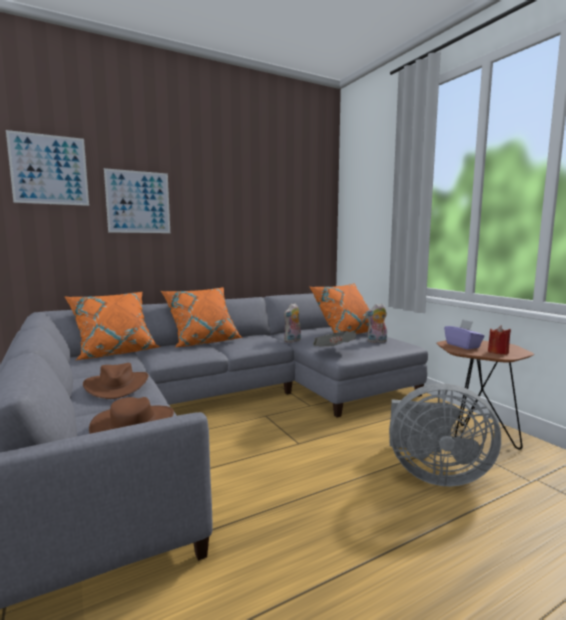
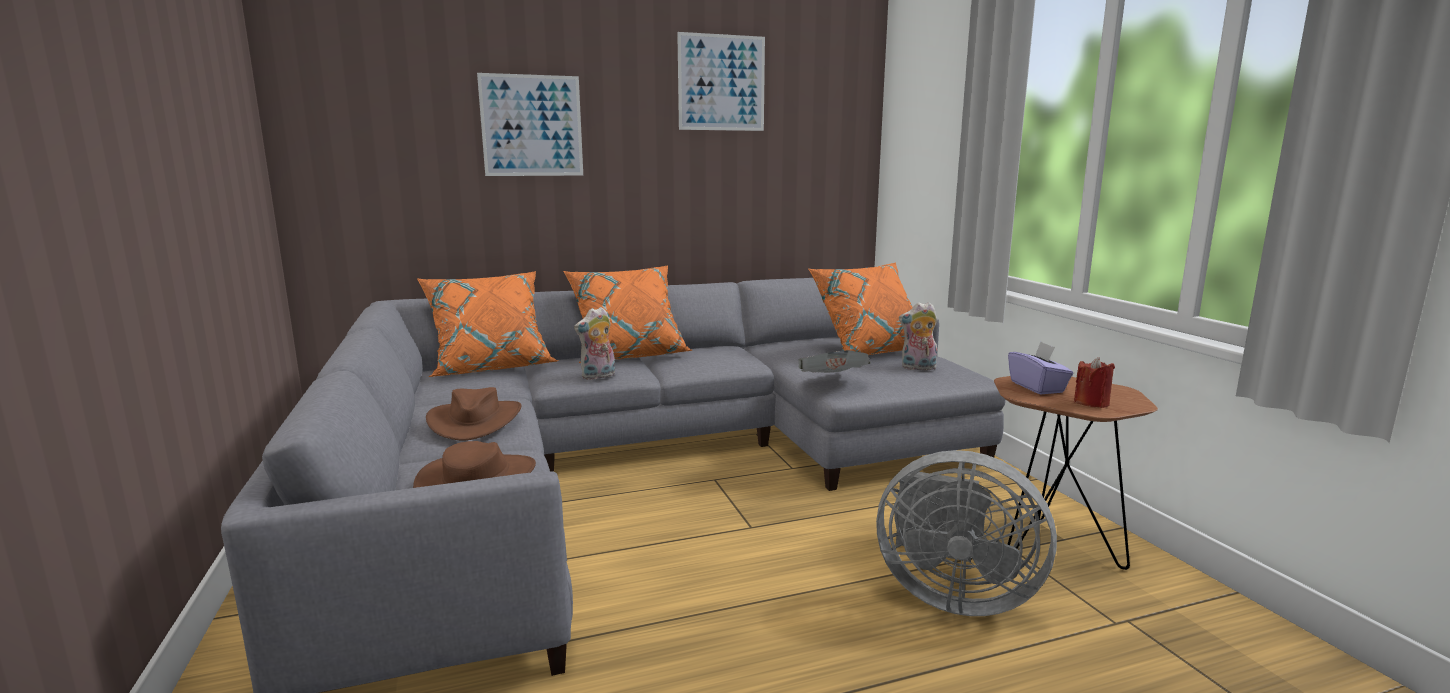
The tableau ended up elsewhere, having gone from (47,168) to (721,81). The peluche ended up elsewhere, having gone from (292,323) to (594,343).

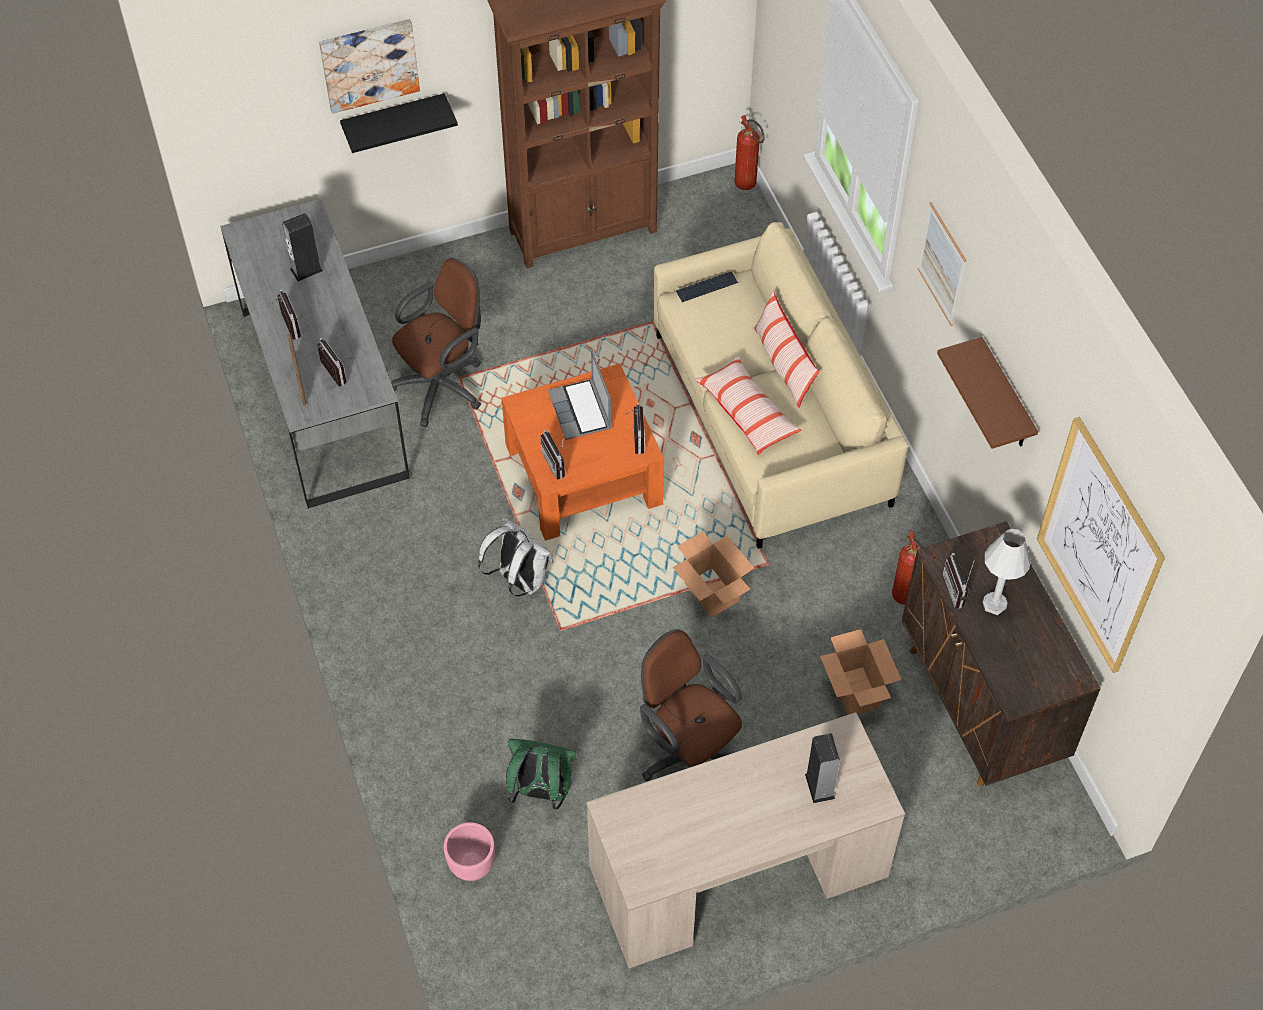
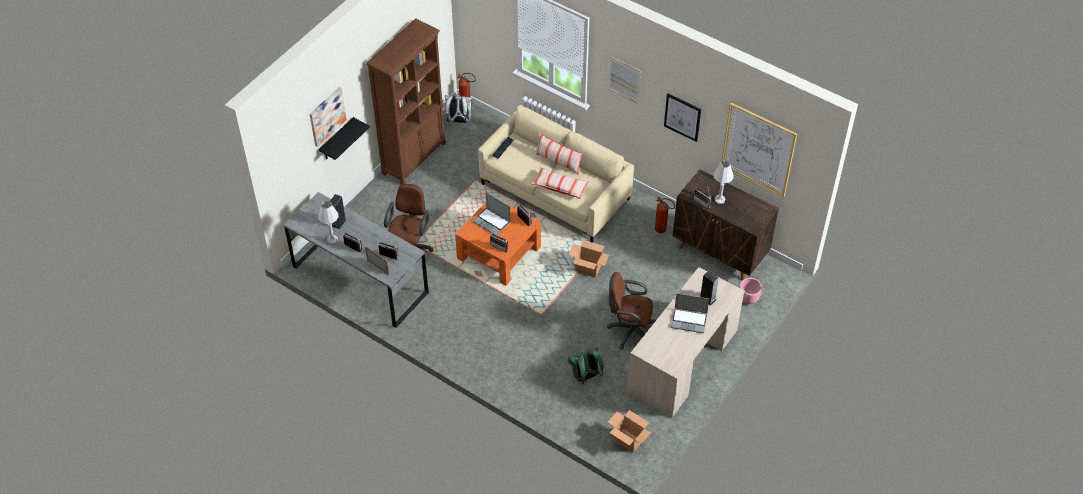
The cache-pot/rose ended up elsewhere, having gone from (469,851) to (750,291). The sac à dos/blanc ended up elsewhere, having gone from (516,556) to (459,108). The carton ended up elsewhere, having gone from (860,672) to (629,431). Where the étagère/marron hung at (987,393), the tableau came to hang at (682,117). The second view gained the lampe de table/blanc at (328,222). The second view gained the ordinateur portable at (690,313).

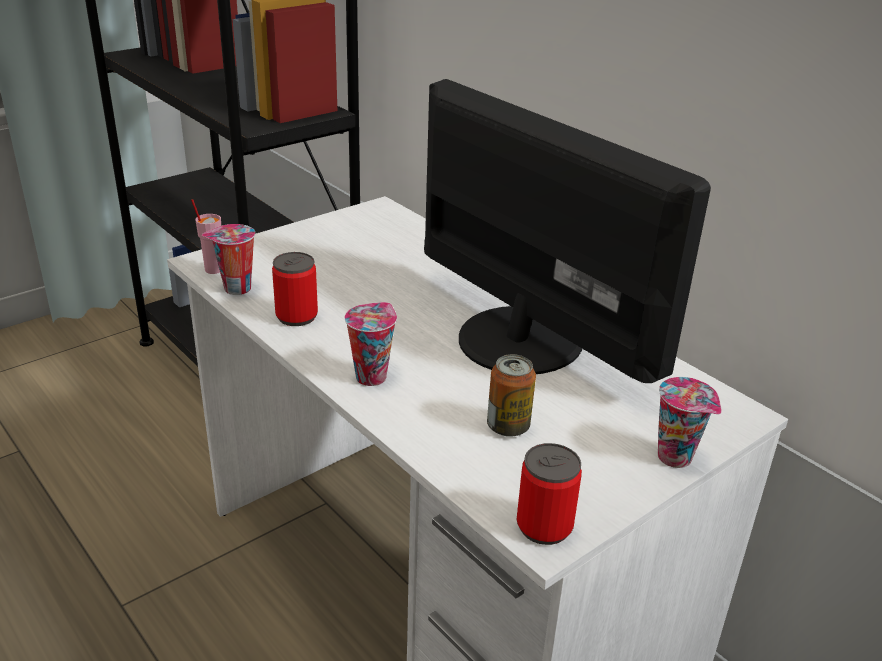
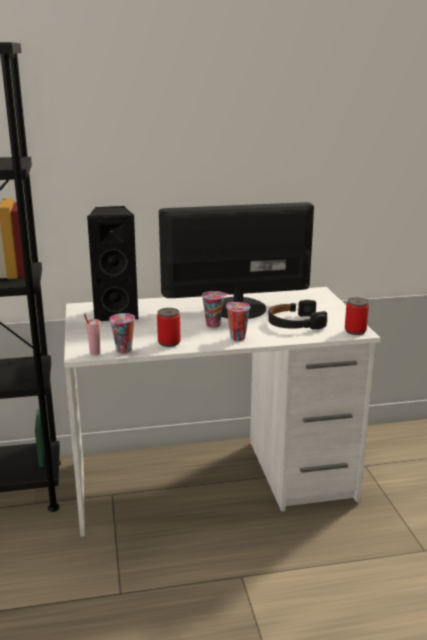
Where the boîte métallique stood at (511,395), the casque audio/noir came to stand at (297,314). The tasse ended up elsewhere, having gone from (689,422) to (215,309). The second view gained the enceinte/noir at (113,263).

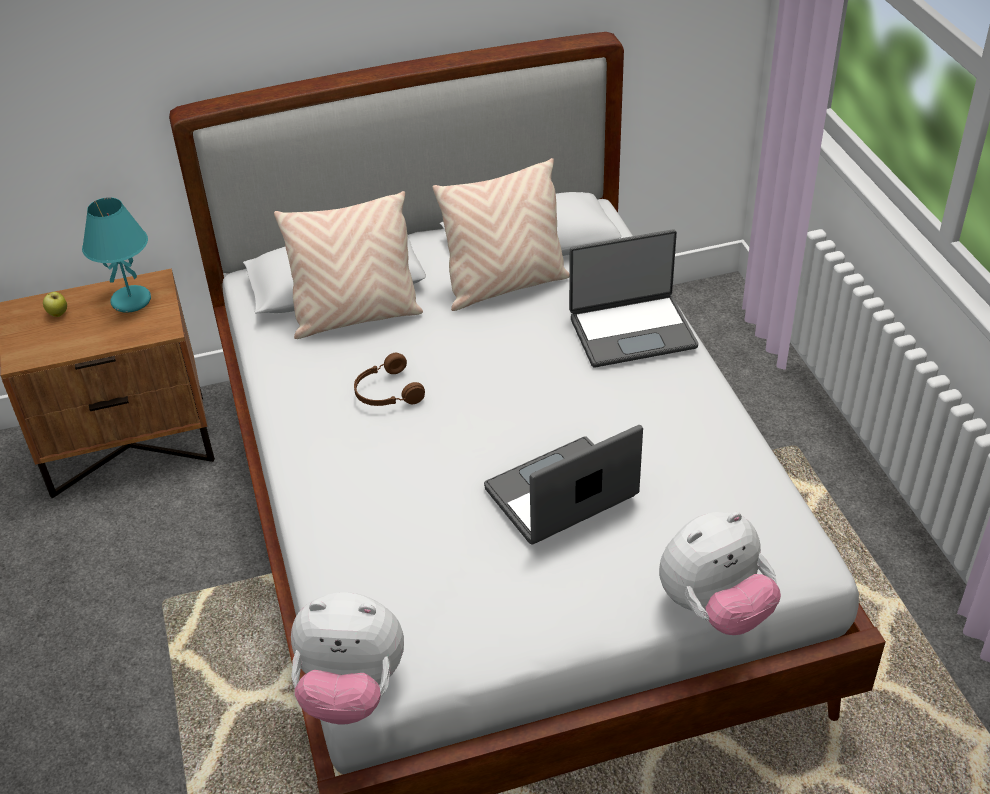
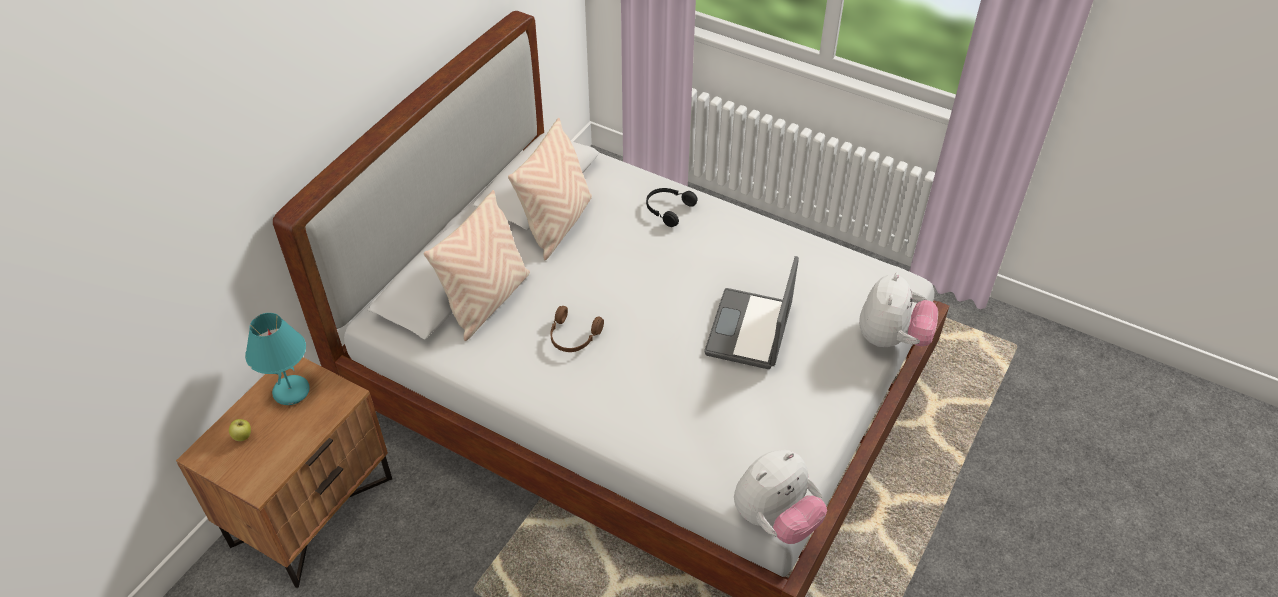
Where the ordinateur portable stood at (633,298), the casque audio/noir came to stand at (671,207).

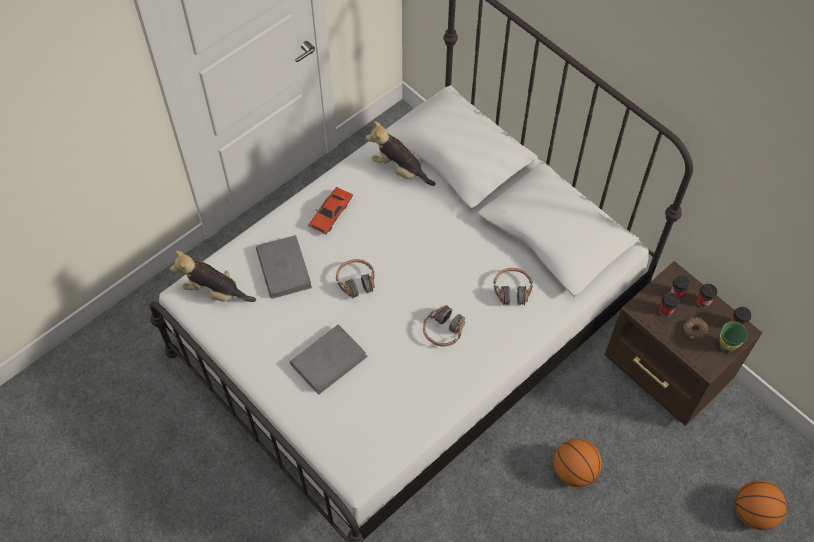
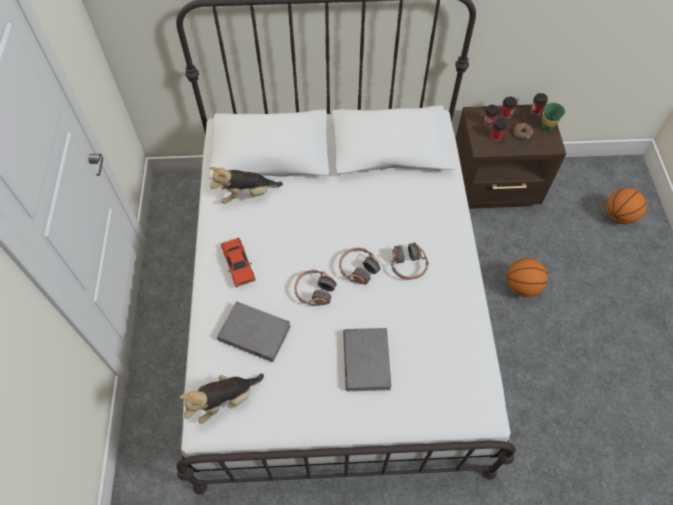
The casque audio ended up elsewhere, having gone from (513,286) to (359,265).

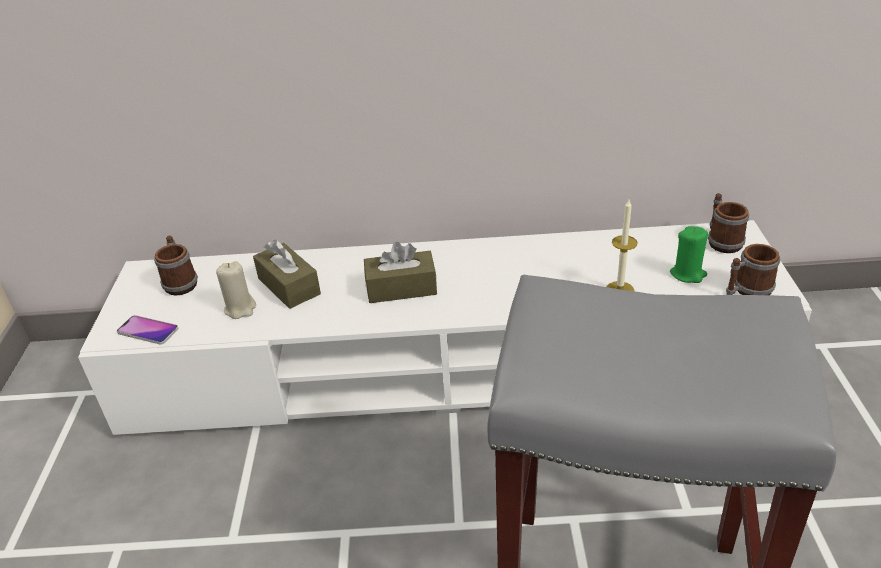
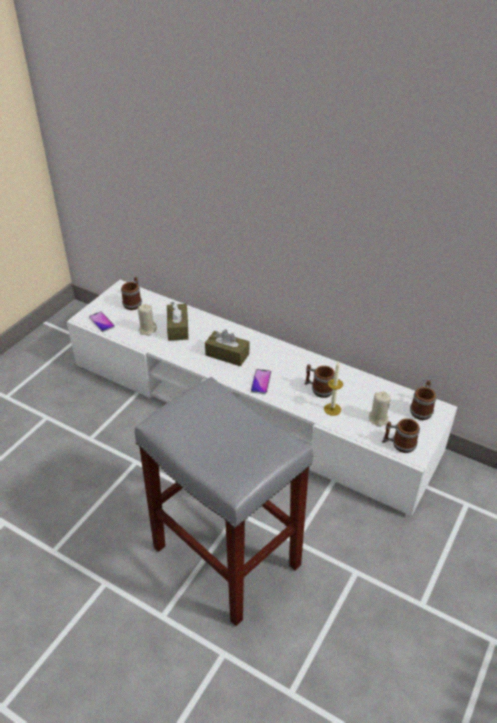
What was the bougie/vert at (689,254) turned into the bougie/beige at (380,409). The second view gained the téléphone at (261,381). The second view gained the mug at (320,381).

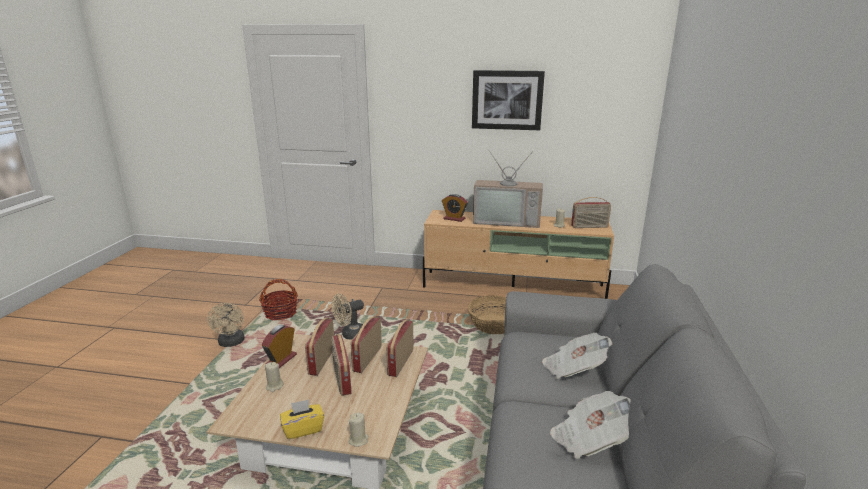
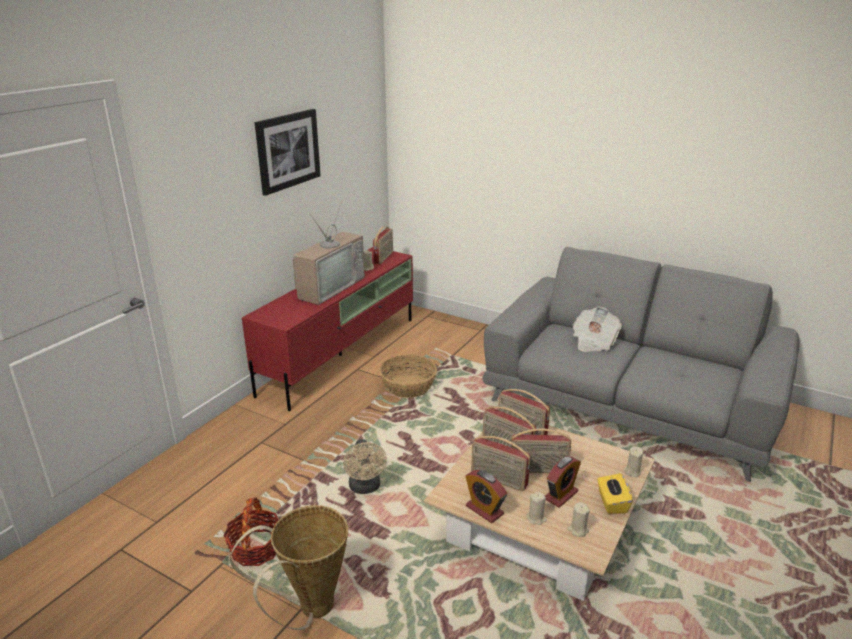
Where the ventilateur/beige stood at (226,325), the panier came to stand at (289,567). What was the meuble télé/beige at (518,254) turned into the meuble télé/rouge at (327,329). The réveil ended up elsewhere, having gone from (455,208) to (563,482). The second view lost the journal at (590,425). The second view gained the bougie/beige at (578,519).

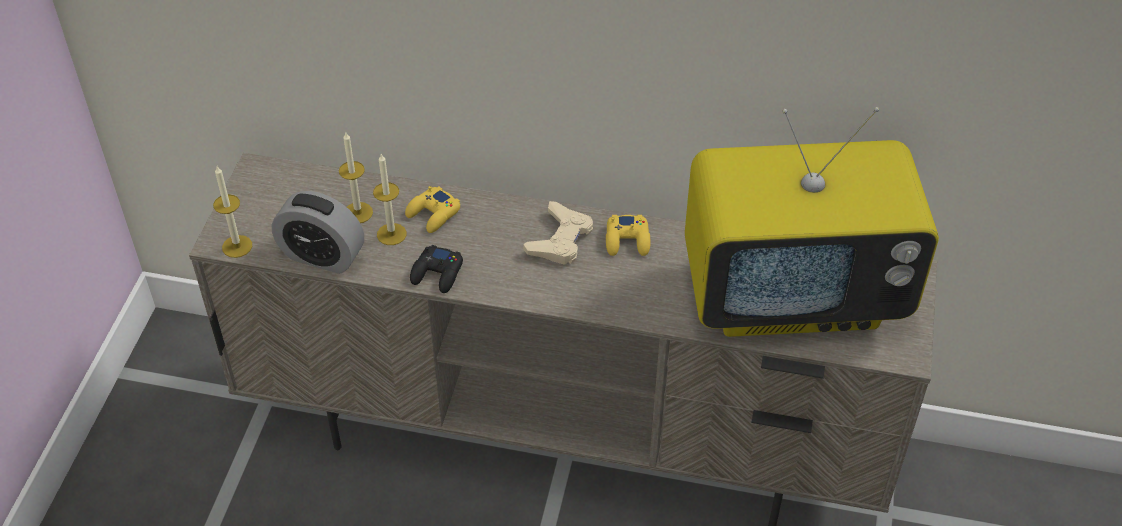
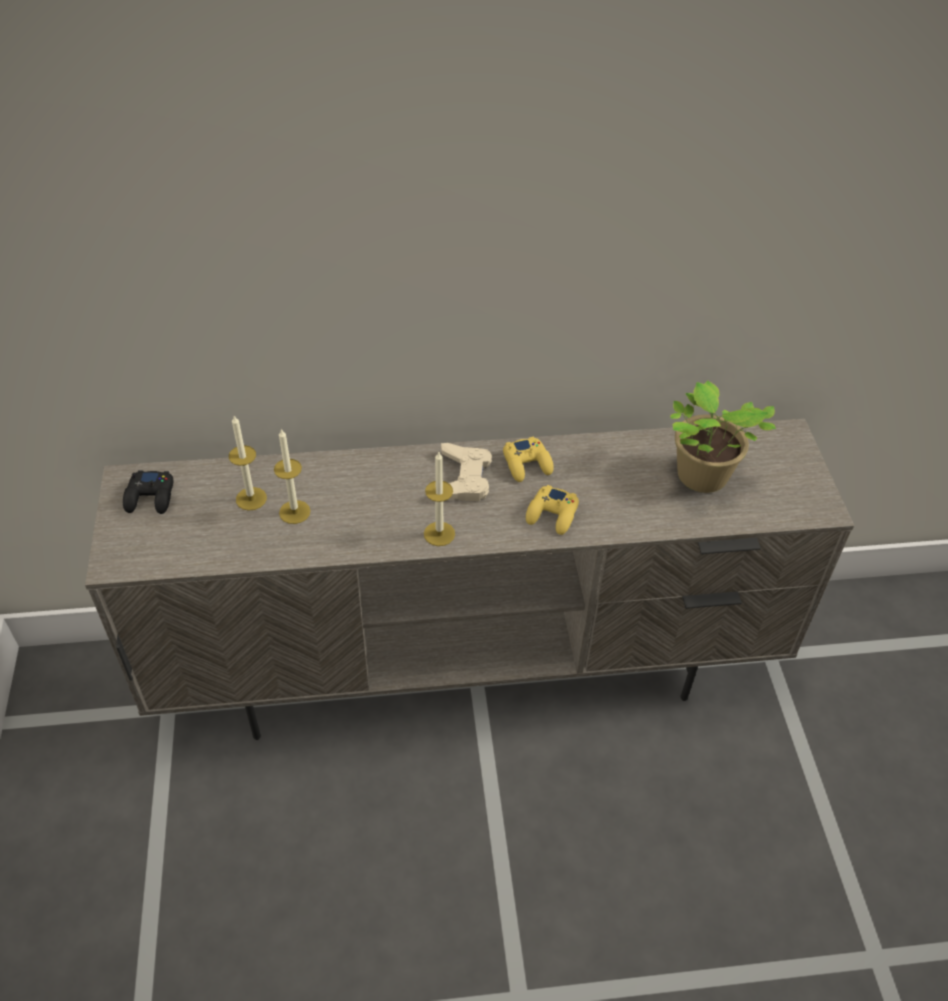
The bougie ended up elsewhere, having gone from (232,212) to (439,499). The second view lost the réveil at (318,232). The manette/jaune ended up elsewhere, having gone from (432,209) to (552,510). The manette/noir ended up elsewhere, having gone from (436,269) to (148,492). Where the téléviseur stood at (812,222), the plante en pot came to stand at (723,437).

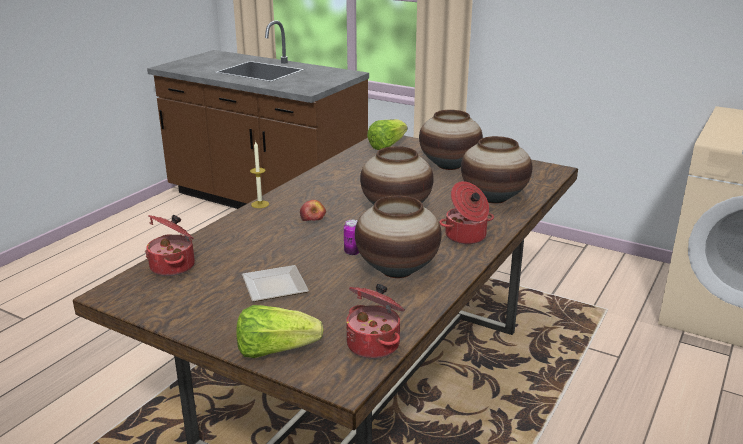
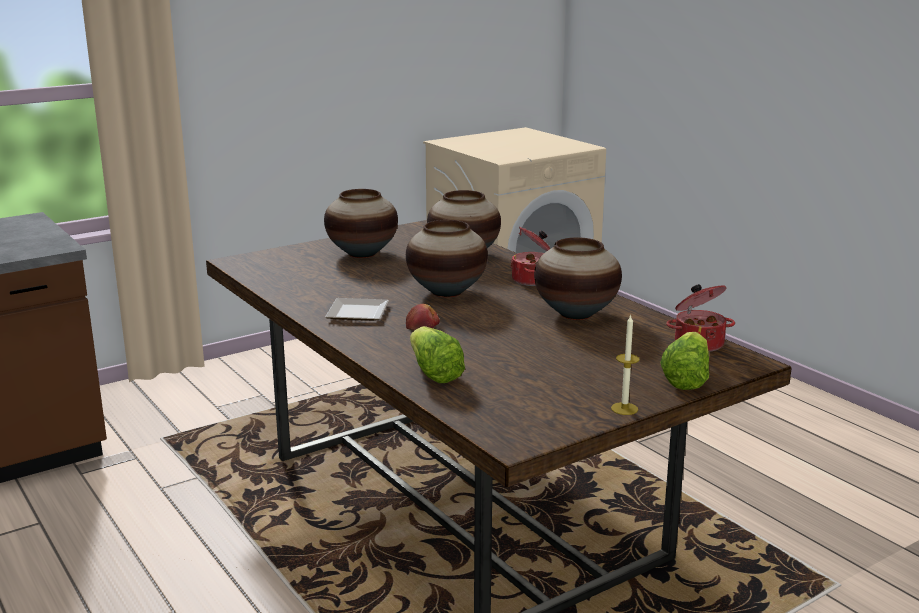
The second view lost the marmite at (170,245). The assiette ended up elsewhere, having gone from (275,283) to (357,309). The bougie ended up elsewhere, having gone from (259,175) to (625,364). The second view lost the boîte métallique at (351,237). The laitue ended up elsewhere, having gone from (387,134) to (437,354).

